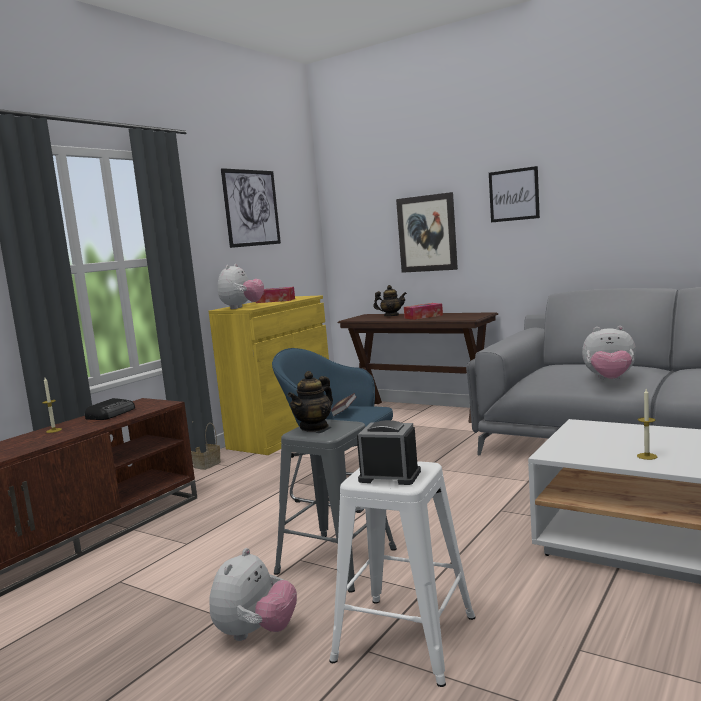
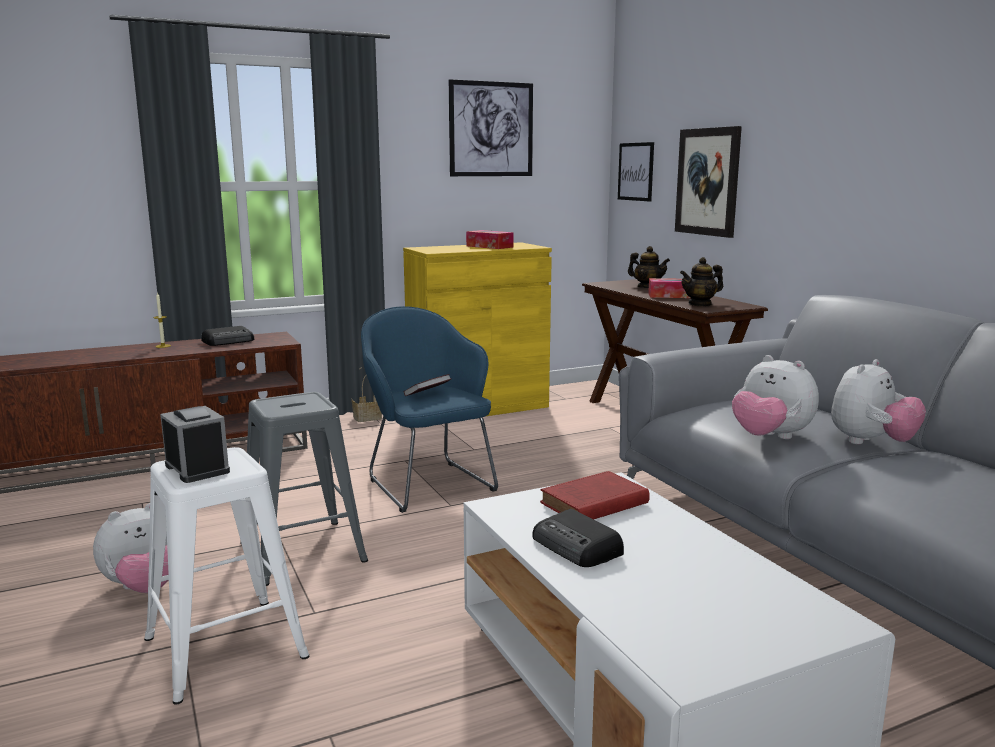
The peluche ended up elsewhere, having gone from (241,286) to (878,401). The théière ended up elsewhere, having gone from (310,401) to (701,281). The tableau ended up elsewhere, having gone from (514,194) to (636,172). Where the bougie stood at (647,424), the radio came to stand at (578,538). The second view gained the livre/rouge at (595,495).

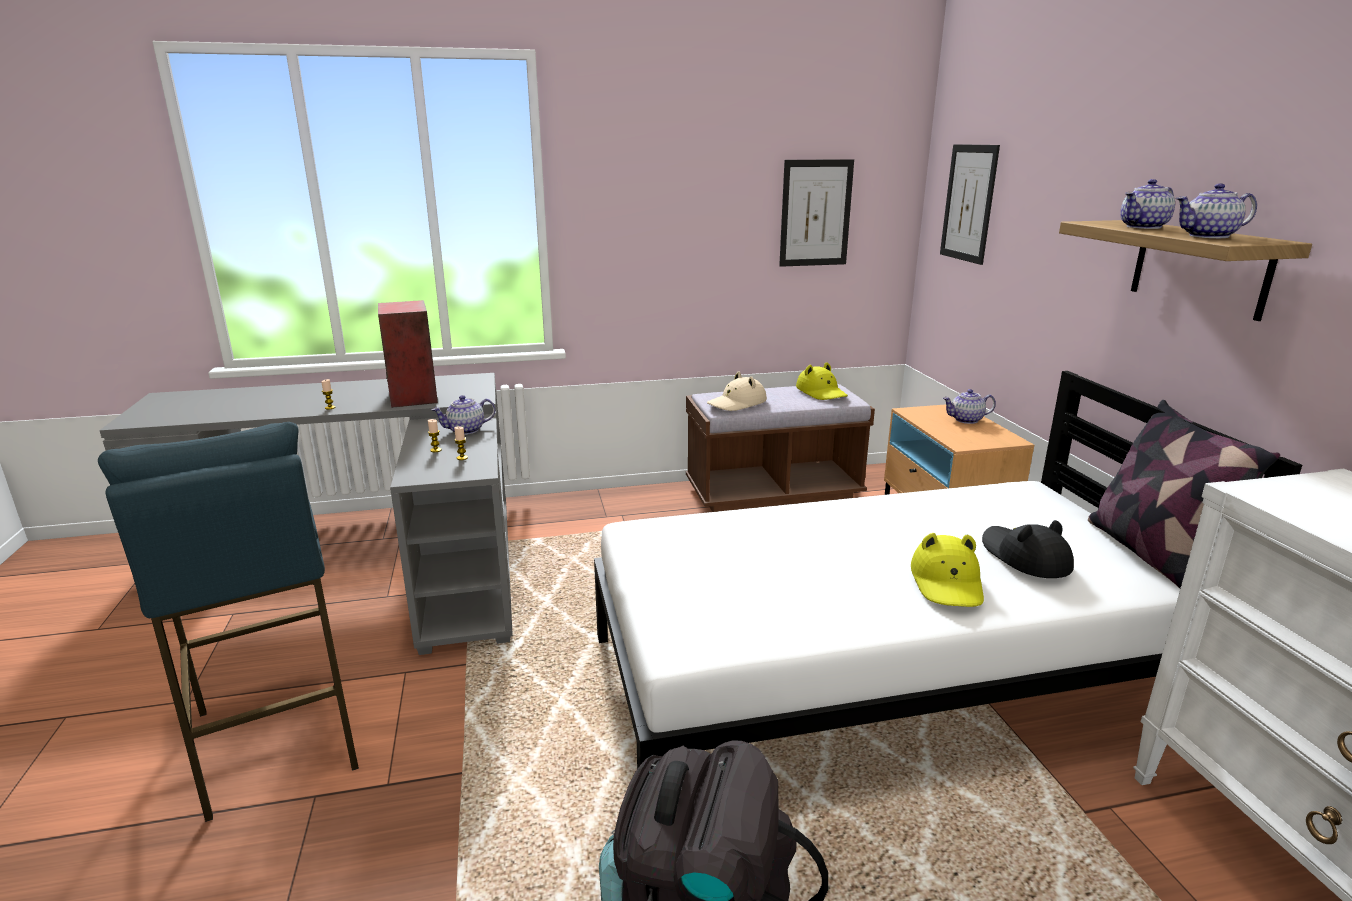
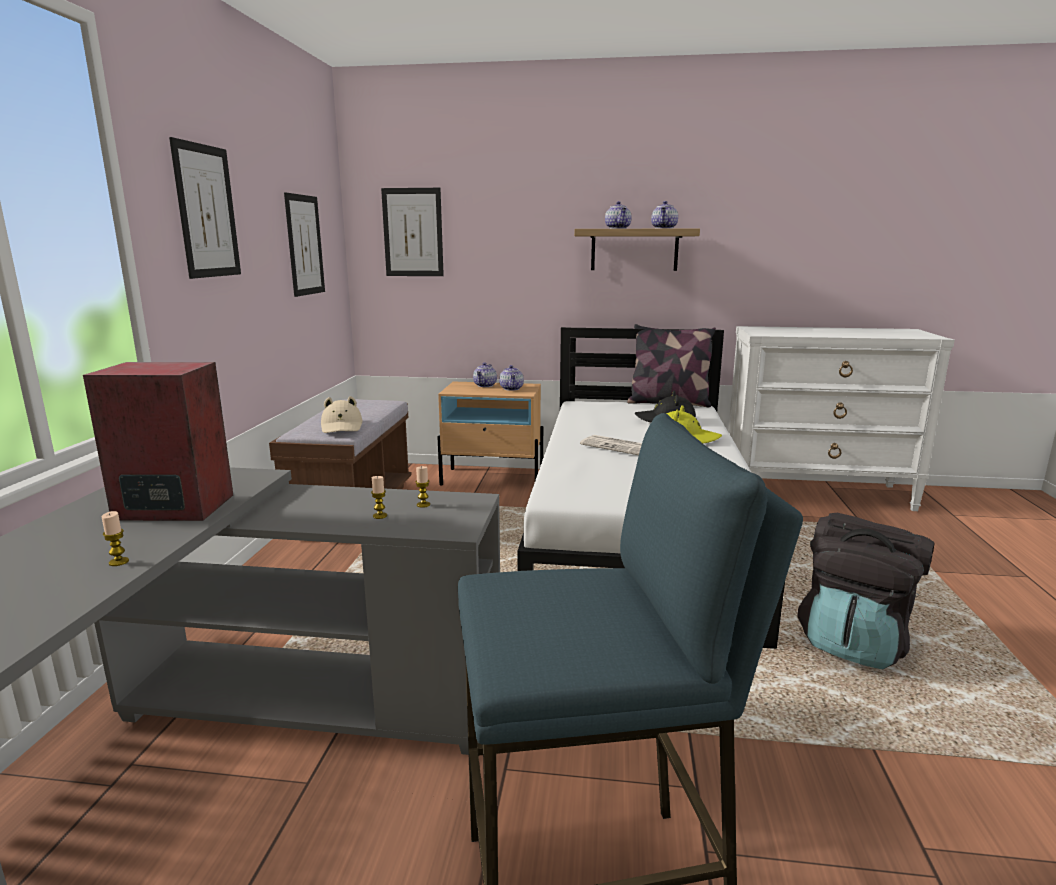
The théière ended up elsewhere, having gone from (463,415) to (511,378). The second view lost the chapeau/jaune at (822,381). The second view gained the tableau at (205,208). The second view gained the journal at (611,445).

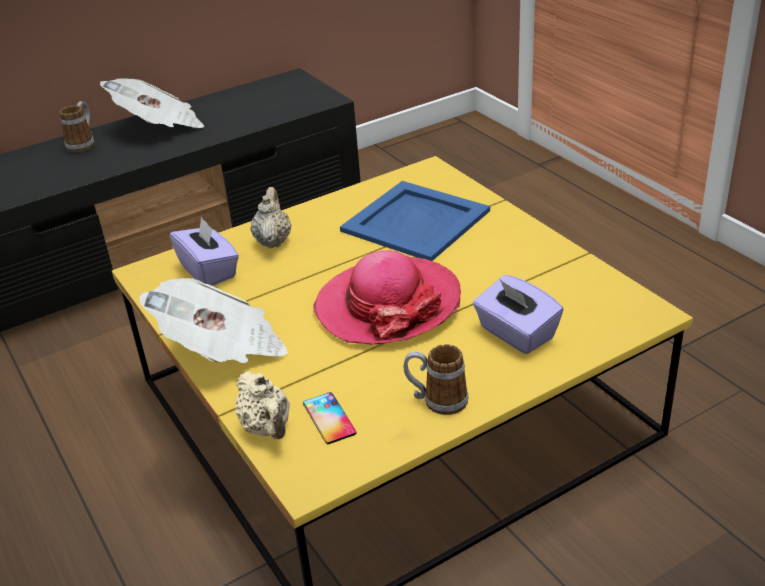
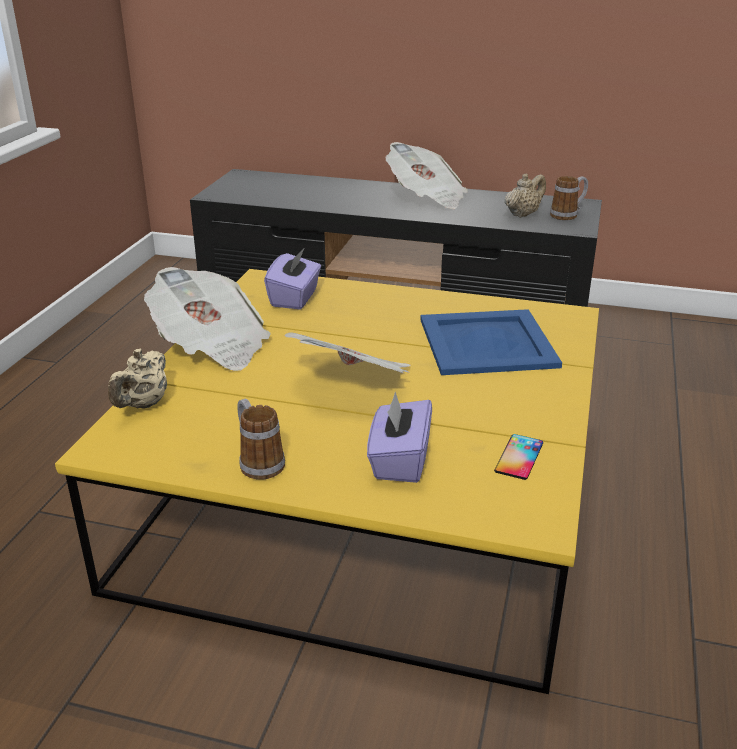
The mug ended up elsewhere, having gone from (76,126) to (569,198). The théière/beige ended up elsewhere, having gone from (271,217) to (525,195). The téléphone ended up elsewhere, having gone from (330,418) to (518,457). Where the chapeau stood at (387,297), the journal came to stand at (347,352).

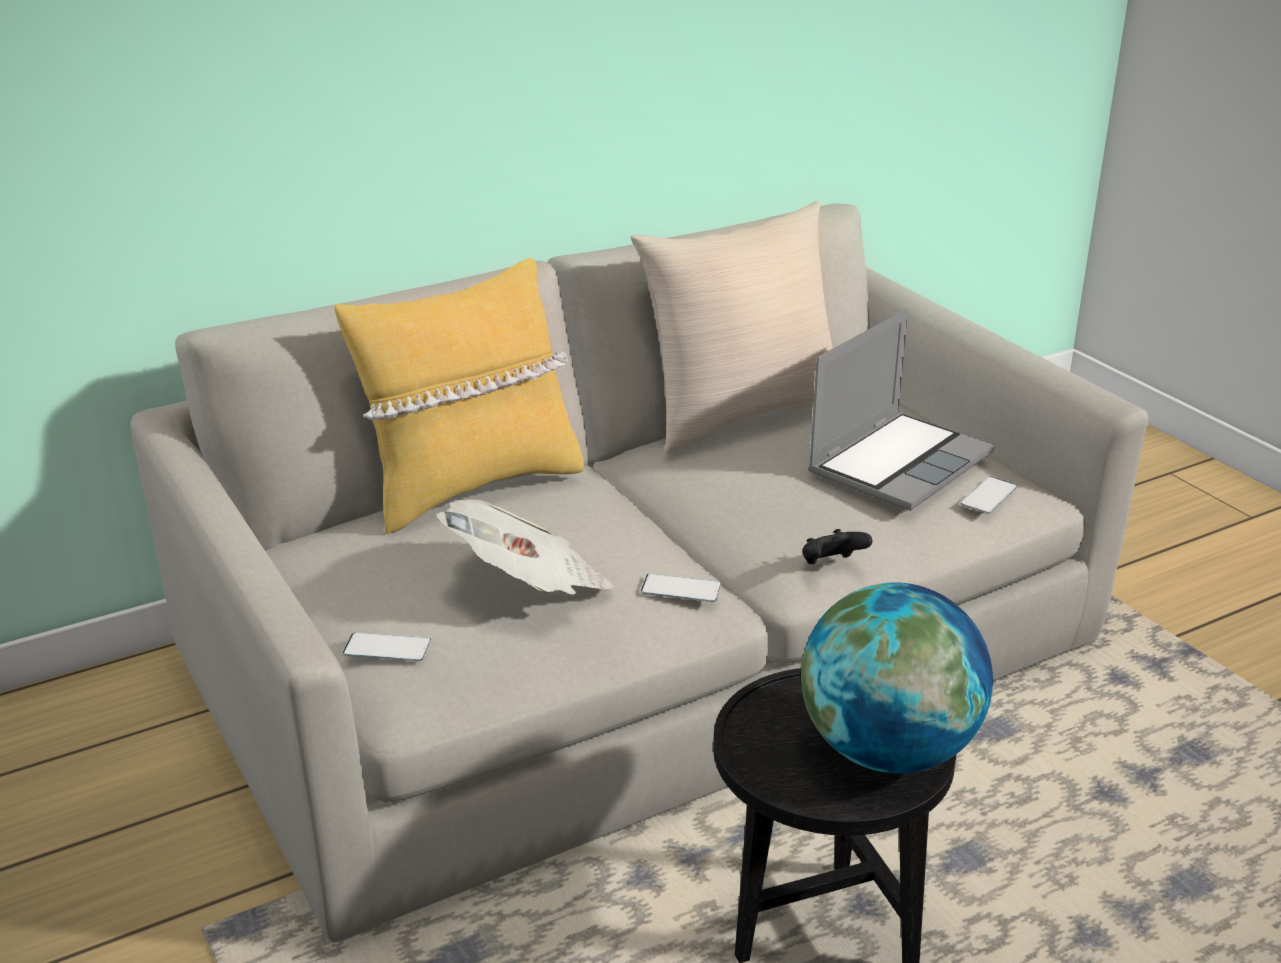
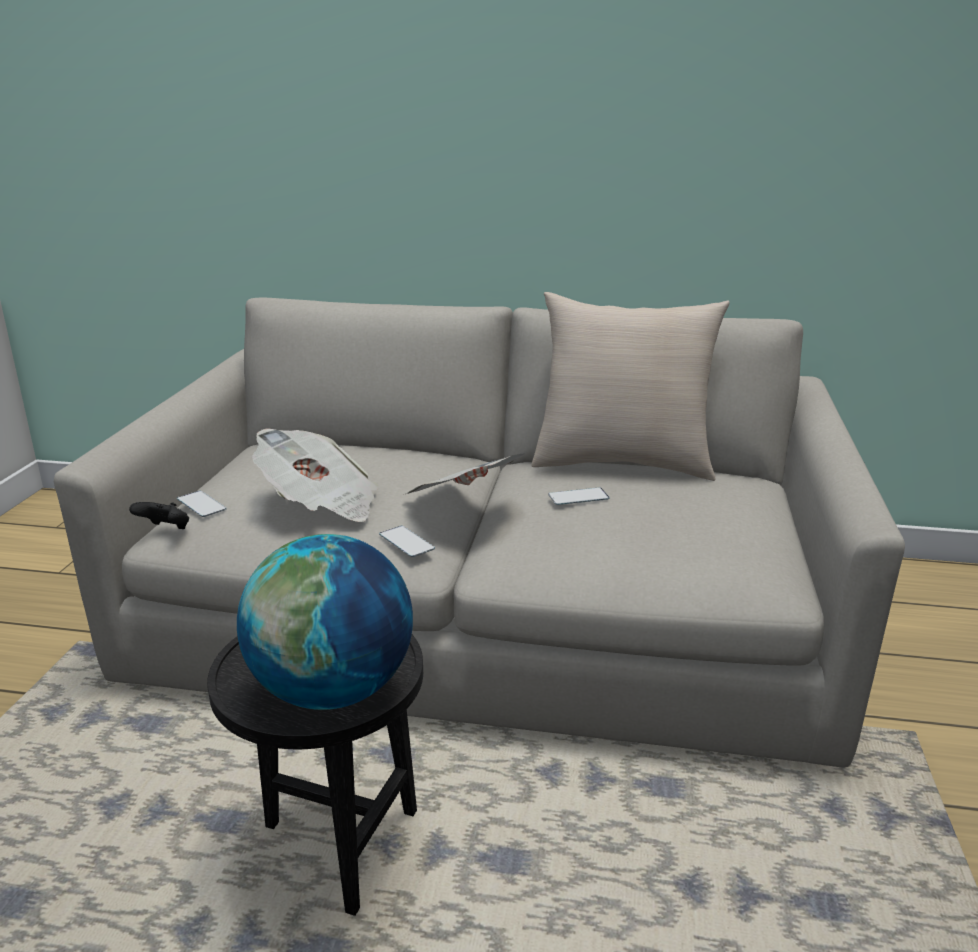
The second view lost the coussin/jaune at (459,396). The manette/noir ended up elsewhere, having gone from (837,546) to (159,515). The second view lost the ordinateur portable at (901,410). The téléphone ended up elsewhere, having gone from (989,495) to (579,496). The second view gained the journal at (466,473).

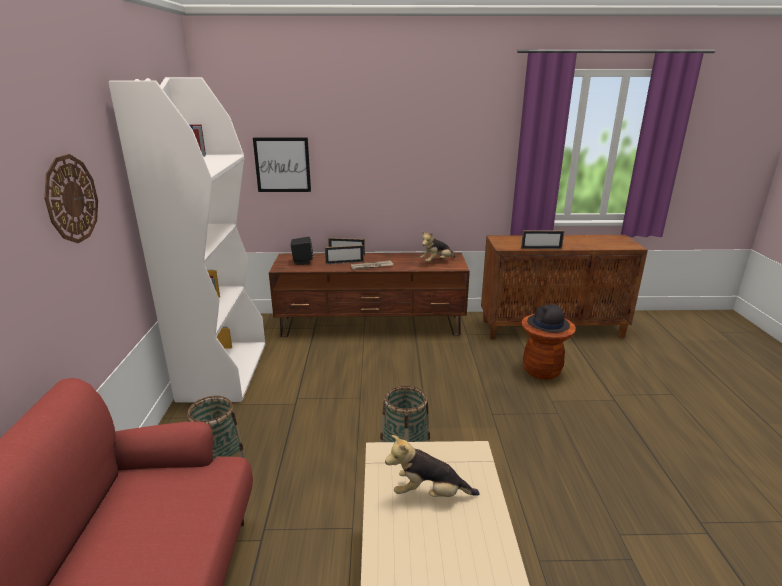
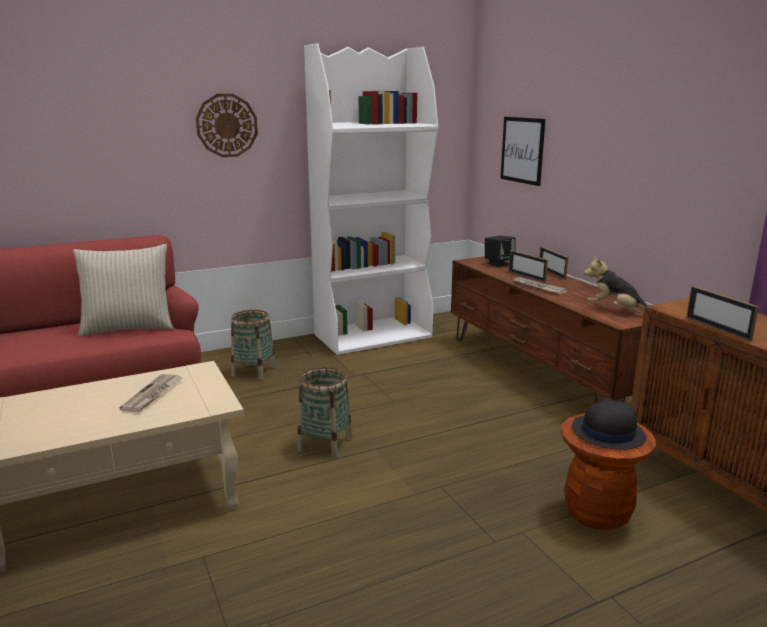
Where the peluche stood at (432,466), the journal came to stand at (151,393). The second view gained the coussin/beige at (123,290).

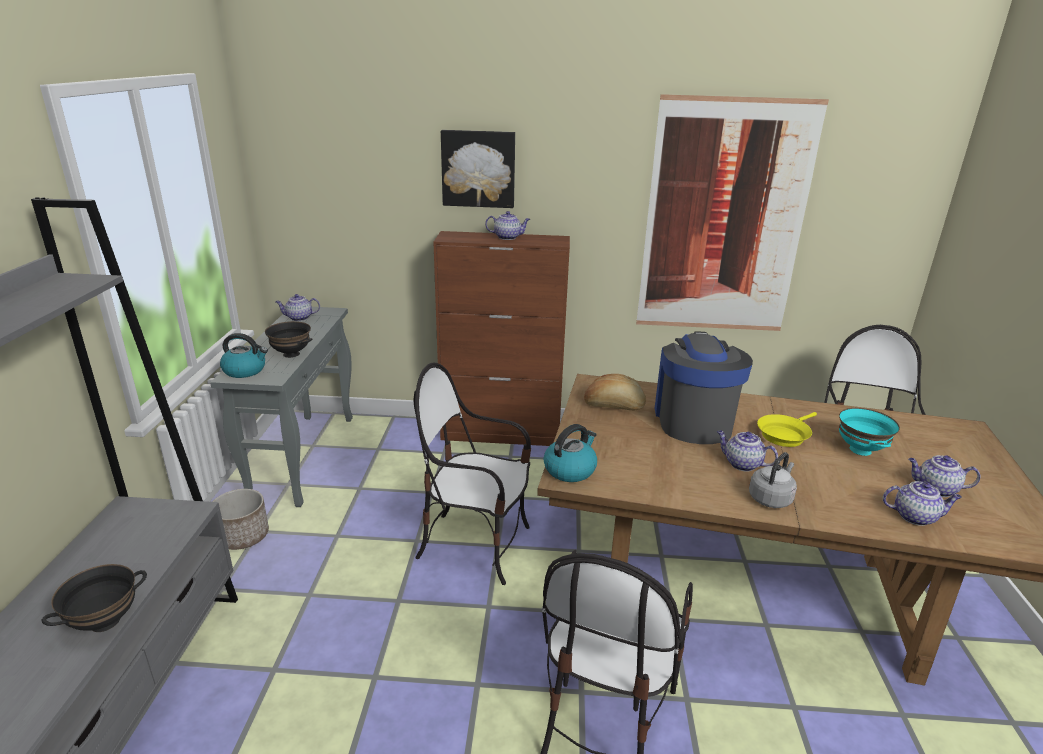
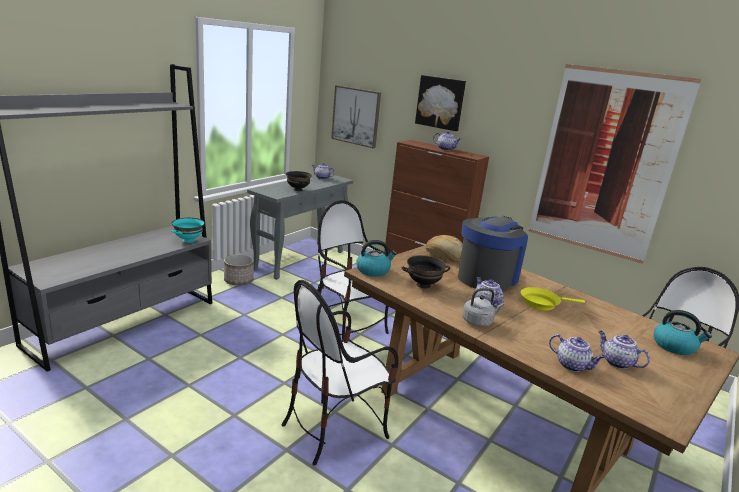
The bol/noir ended up elsewhere, having gone from (94,598) to (425,271). The bouilloire ended up elsewhere, having gone from (244,355) to (683,332). The bol/turquoise ended up elsewhere, having gone from (869,432) to (188,230). The second view gained the tableau at (356,116).

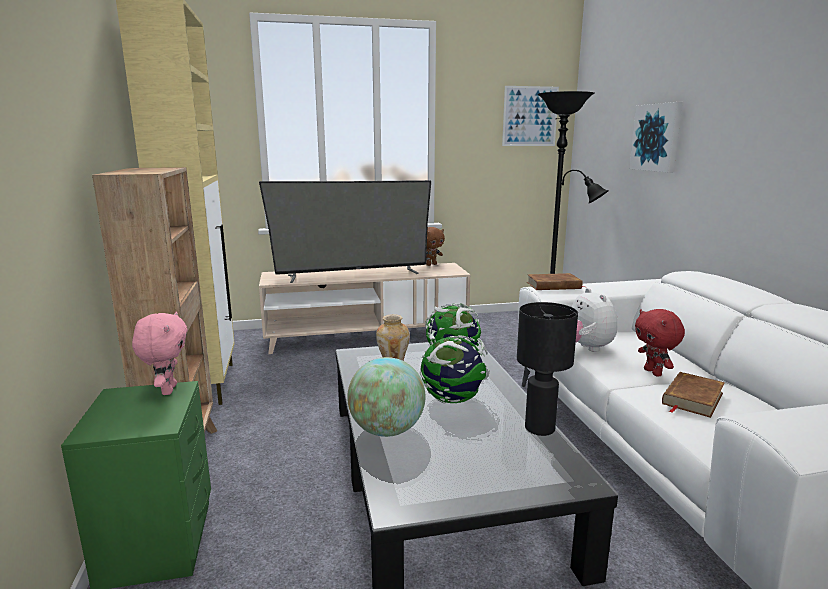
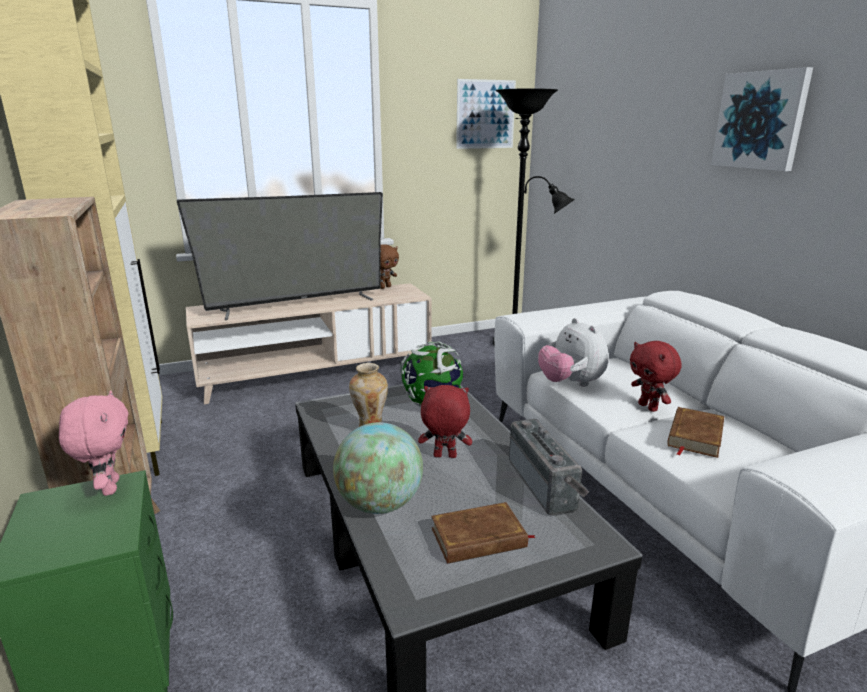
Where the globe stood at (455,367), the peluche/rouge came to stand at (445,421). Where the lampe de table/noir stood at (547,369), the radio came to stand at (549,467). The livre/marron ended up elsewhere, having gone from (555,281) to (483,533). The tableau ended up elsewhere, having gone from (656,137) to (762,119).

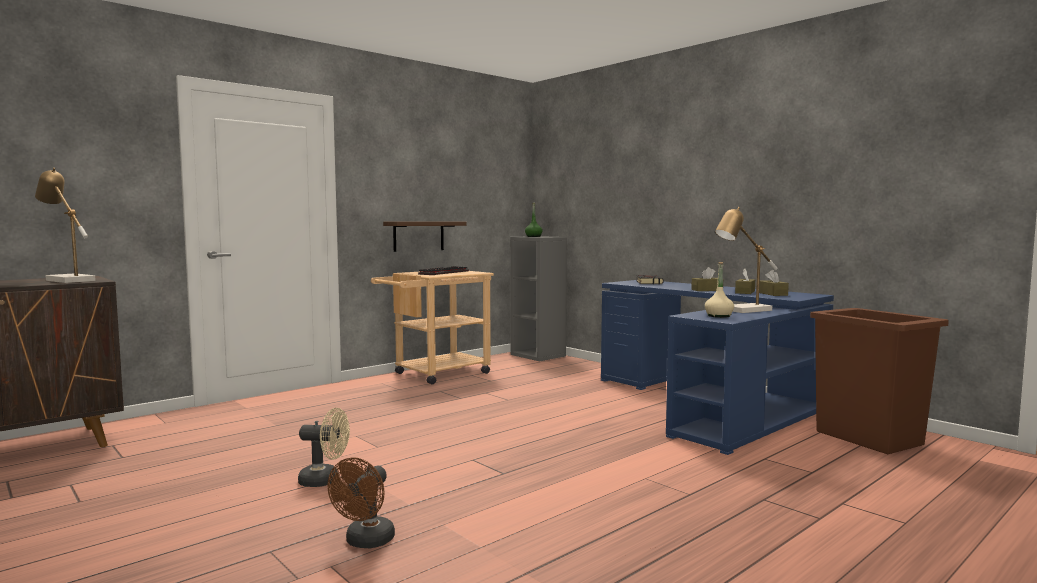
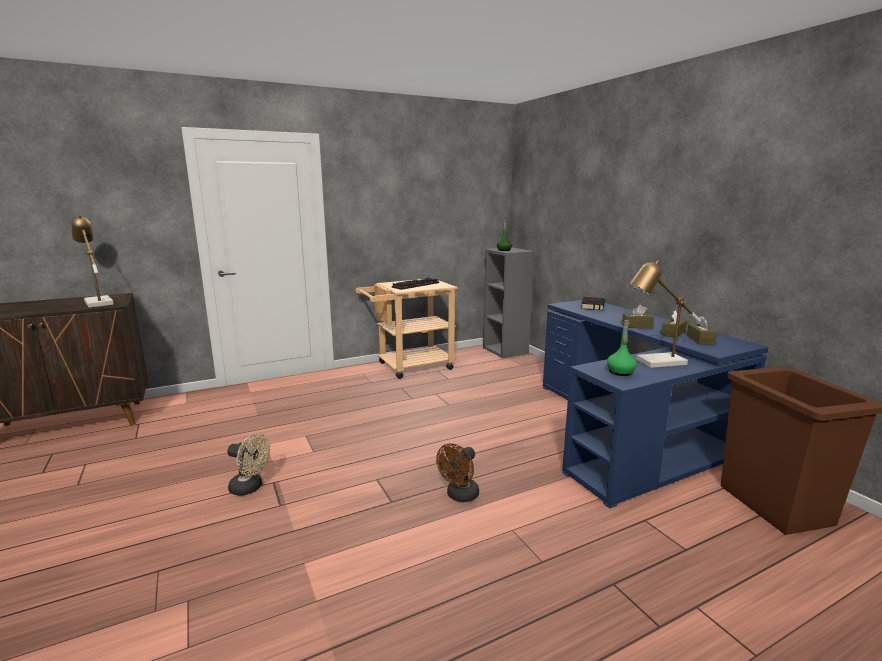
The ventilateur/marron ended up elsewhere, having gone from (361,503) to (457,472). The second view lost the étagère at (424,237). What was the bouteille/beige at (719,290) turned into the bouteille/vert at (622,348).

